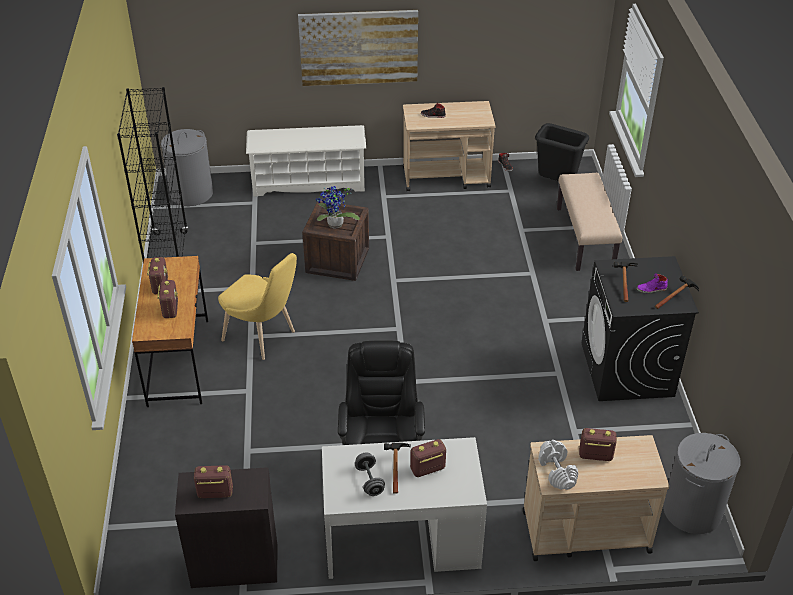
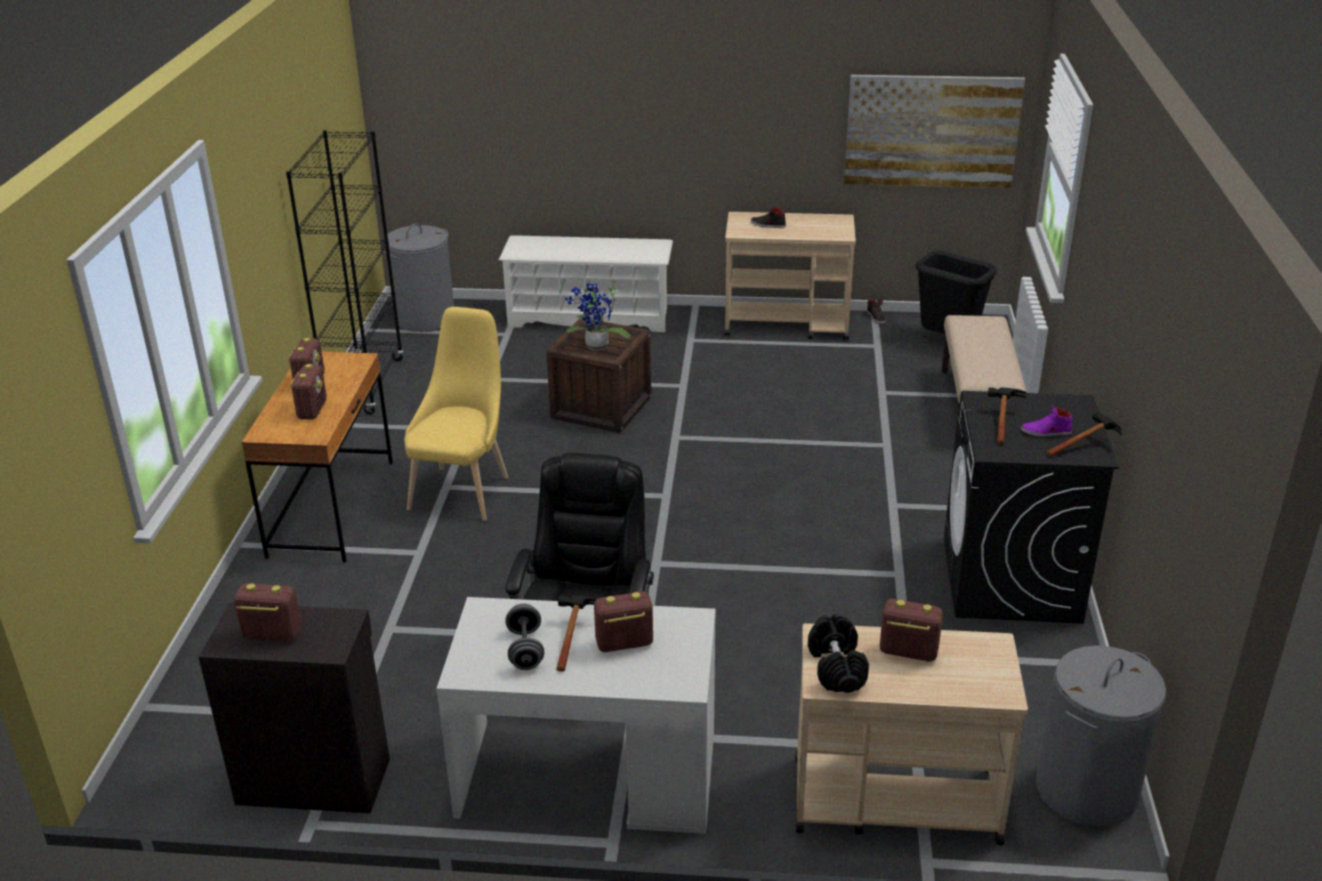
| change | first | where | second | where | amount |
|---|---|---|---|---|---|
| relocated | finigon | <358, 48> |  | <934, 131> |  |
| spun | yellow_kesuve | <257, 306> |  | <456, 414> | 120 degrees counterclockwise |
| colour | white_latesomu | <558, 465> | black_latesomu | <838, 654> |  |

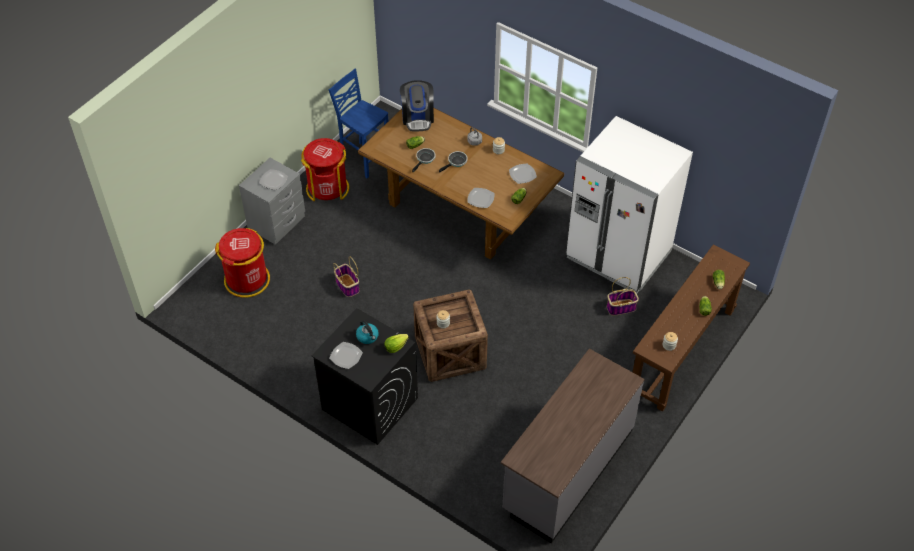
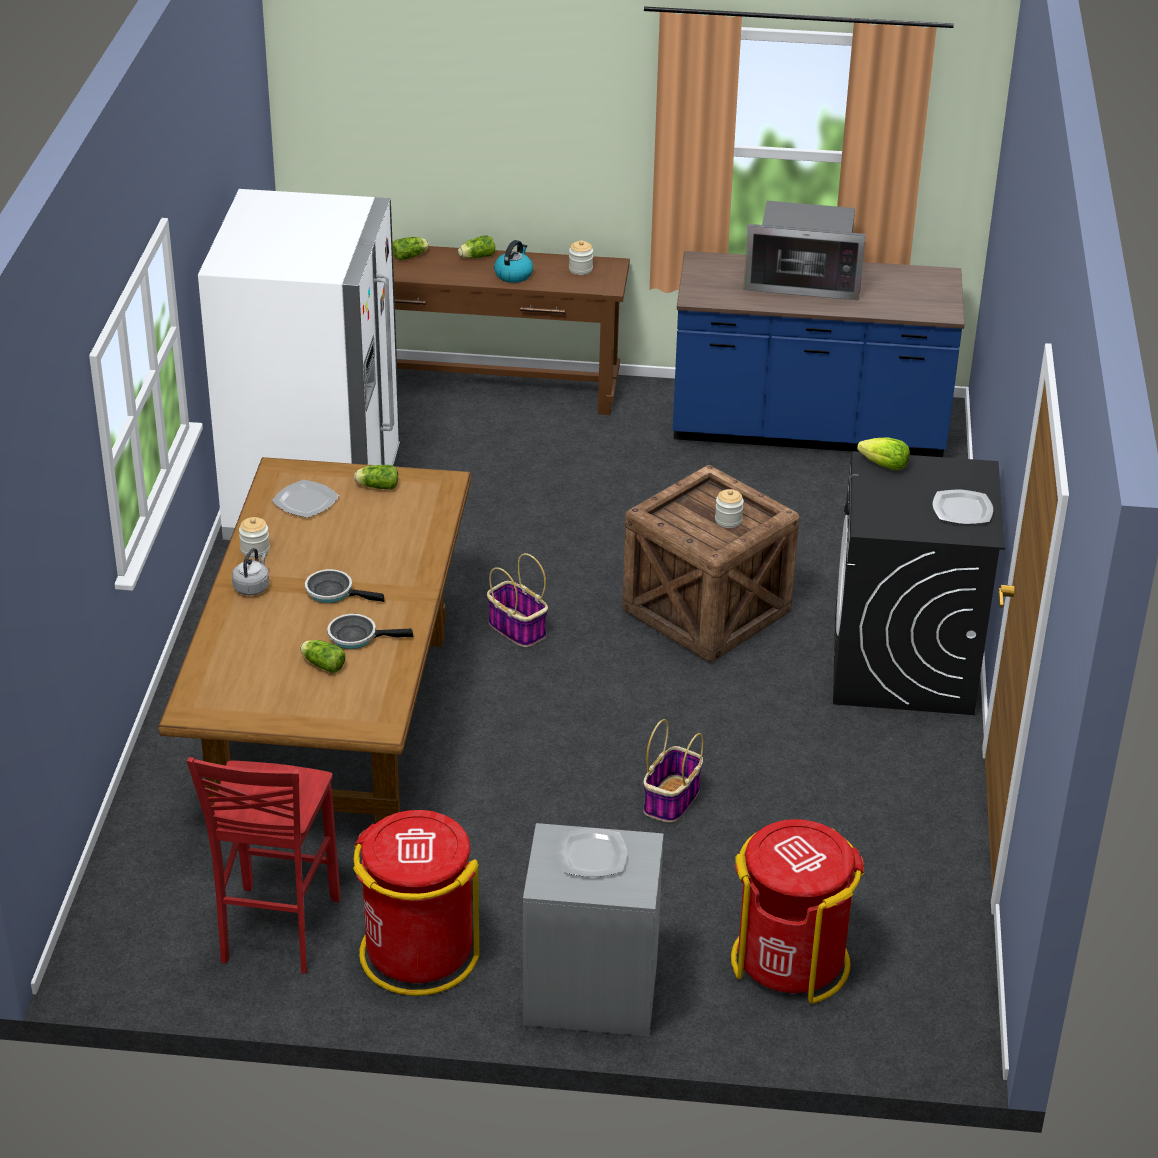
| change | first | where | second | where | amount |
|---|---|---|---|---|---|
| colour | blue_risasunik | <358, 124> | red_risasunik | <264, 865> |  |
| missing | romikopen | <417, 106> |  |  |  |
| missing | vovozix | <480, 198> |  |  |  |
| relocated | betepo | <623, 296> |  | <517, 600> |  |
| relocated | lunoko | <367, 332> |  | <513, 261> |  |
| colour | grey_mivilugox | <573, 446> | blue_mivilugox | <819, 354> |  |
| appeared |  |  | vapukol | <804, 251> |  |

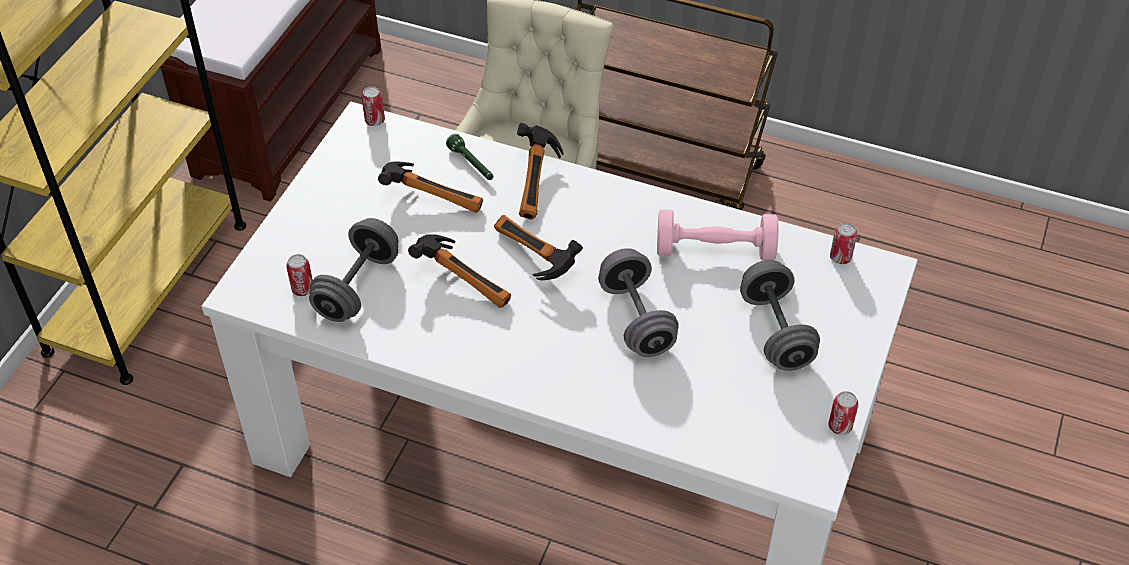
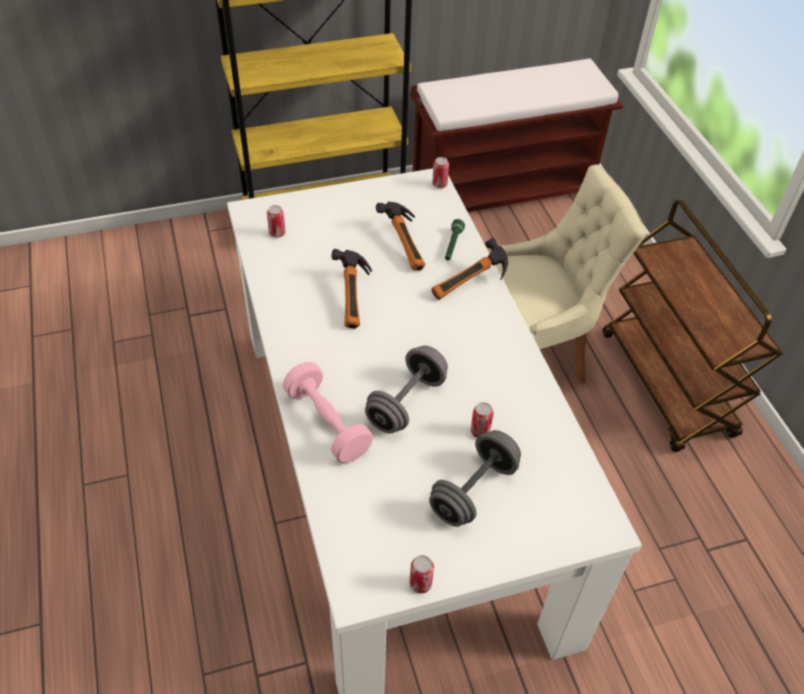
| change | first | where | second | where | amount |
|---|---|---|---|---|---|
| relocated | pink_latesomu | <718, 234> |  | <328, 412> |  |
| missing | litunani | <538, 247> |  |  |  |
| missing | grey_latesomu | <353, 270> |  |  |  |
| relocated | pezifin | <843, 243> |  | <482, 420> |  |

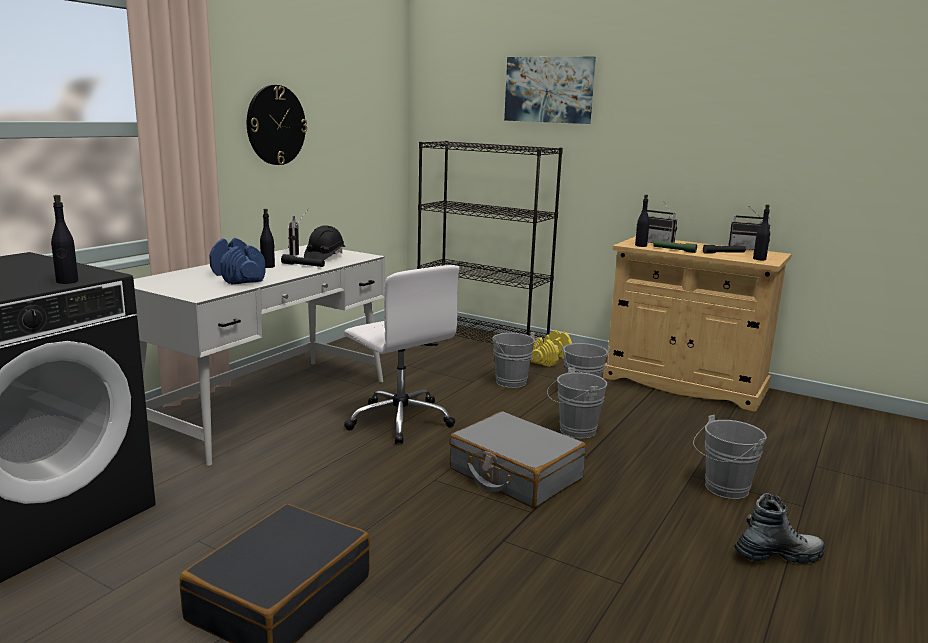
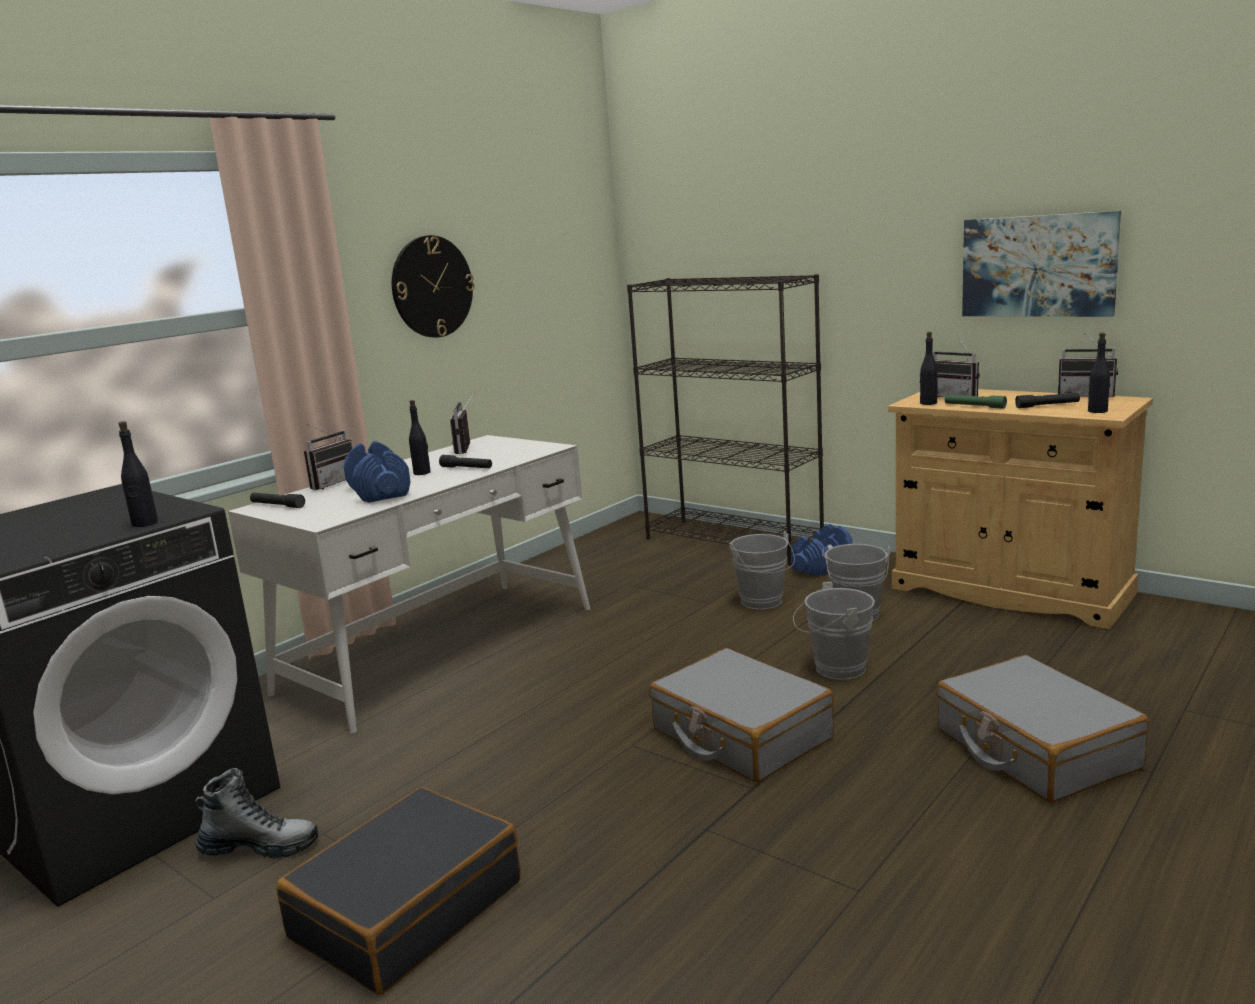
| change | first | where | second | where | amount |
|---|---|---|---|---|---|
| relocated | finigon | <550, 90> |  | <1041, 264> |  |
| missing | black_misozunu | <324, 242> |  |  |  |
| missing | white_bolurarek | <401, 354> |  |  |  |
| colour | yellow_latesomu | <551, 348> | blue_latesomu | <821, 550> |  |
| exchanged | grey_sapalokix | <730, 457> | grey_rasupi | <1042, 729> |  |
| relocated | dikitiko | <779, 528> |  | <256, 813> |  |
| appeared |  |  | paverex | <328, 456> |  |
| appeared |  |  | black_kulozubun | <277, 500> |  |

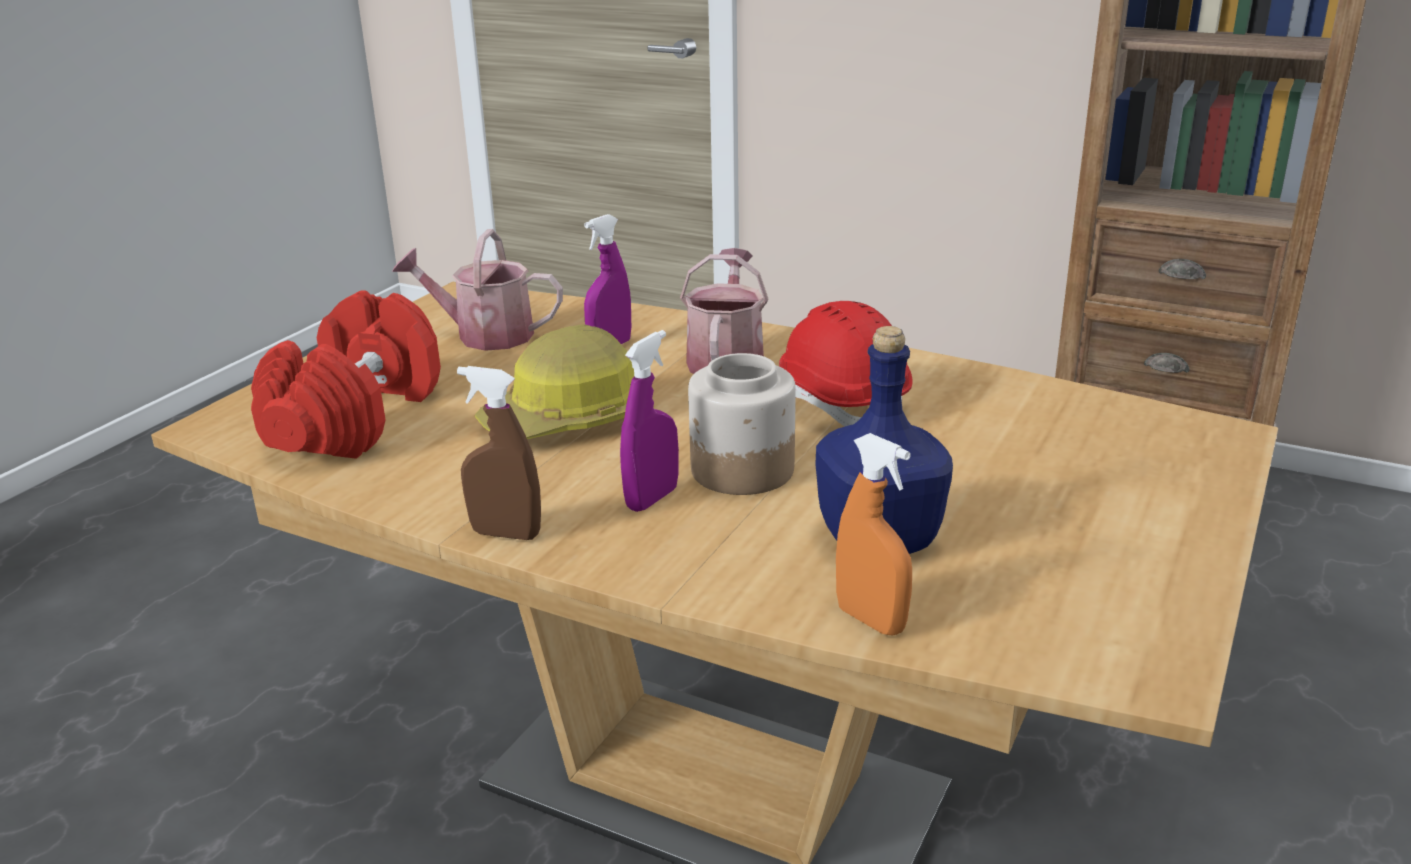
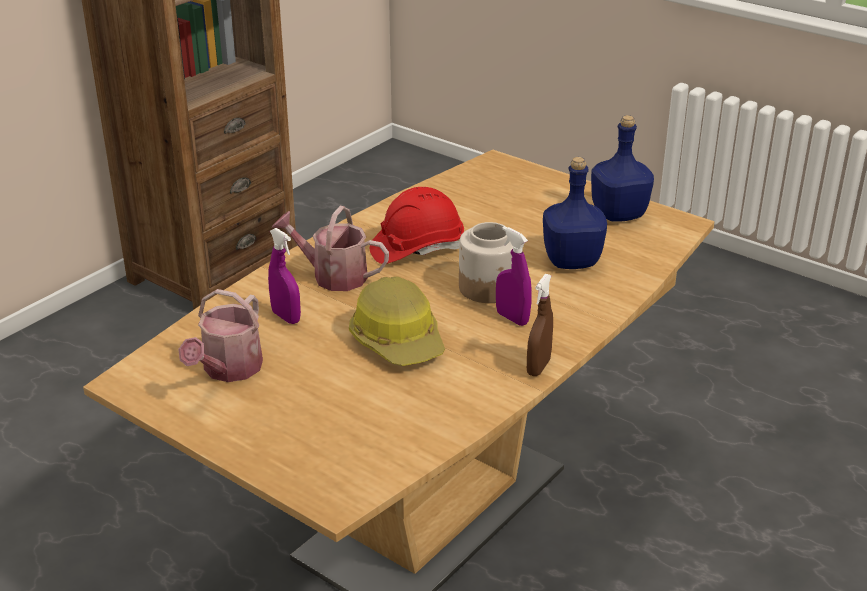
| change | first | where | second | where | amount |
|---|---|---|---|---|---|
| missing | red_latesomu | <346, 374> |  |  |  |
| missing | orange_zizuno | <874, 534> |  |  |  |
| appeared |  |  | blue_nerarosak | <622, 168> |  |

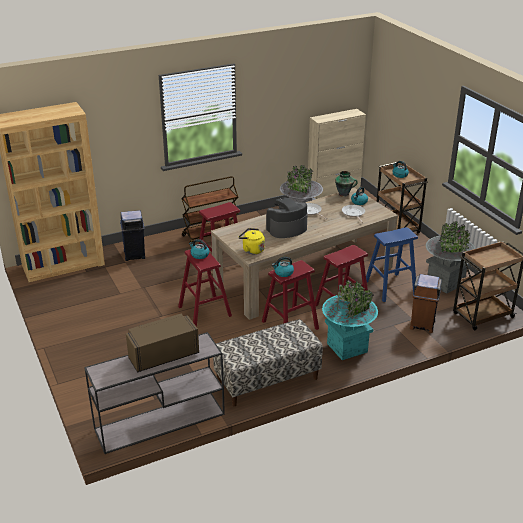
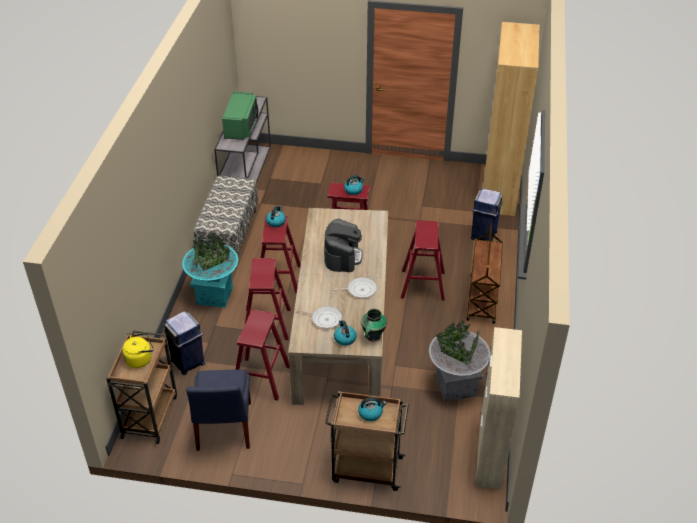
| change | first | where | second | where | amount |
|---|---|---|---|---|---|
| exchanged | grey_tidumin | <451, 258> | blue_kesuve | <218, 410> |  |
| colour | blue_risasunik | <392, 264> | red_risasunik | <262, 355> |  |
| relocated | yellow_lunoko | <252, 241> |  | <138, 350> |  |
| colour | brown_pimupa | <426, 303> | blue_pimupa | <184, 343> |  |
| colour | brown_vapukol | <162, 343> | green_vapukol | <240, 115> |  |

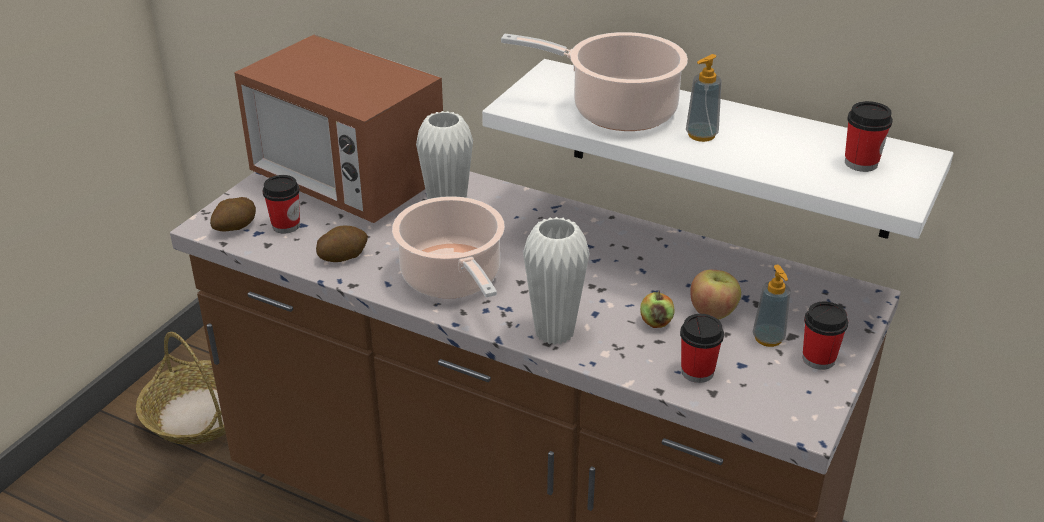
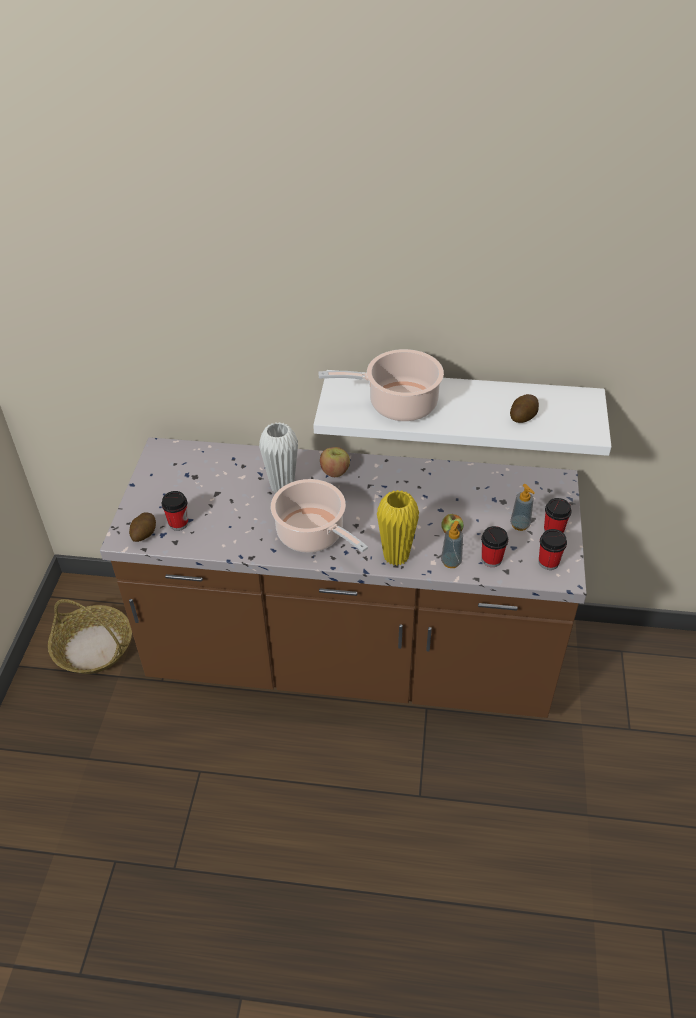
| change | first | where | second | where | amount |
|---|---|---|---|---|---|
| missing | vapukol | <338, 129> |  |  |  |
| relocated | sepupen | <704, 98> |  | <452, 544> |  |
| relocated | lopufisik | <869, 136> |  | <553, 549> |  |
| colour | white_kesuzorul | <556, 281> | yellow_kesuzorul | <398, 528> |  |
| relocated | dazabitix | <342, 244> |  | <524, 408> |  |
| relocated | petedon | <715, 294> |  | <335, 462> |  |

